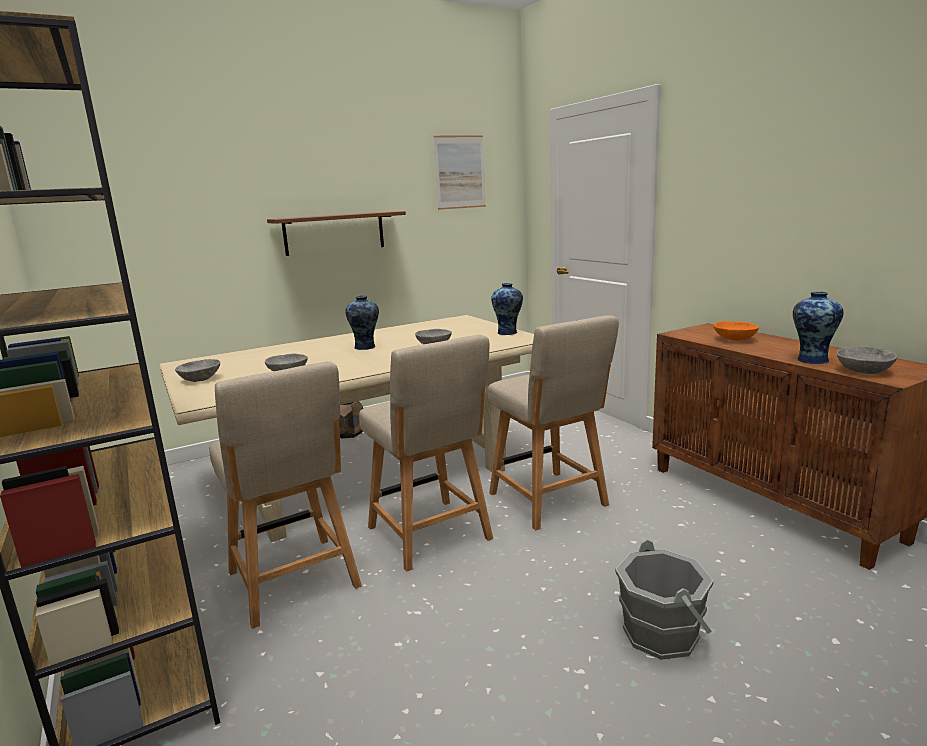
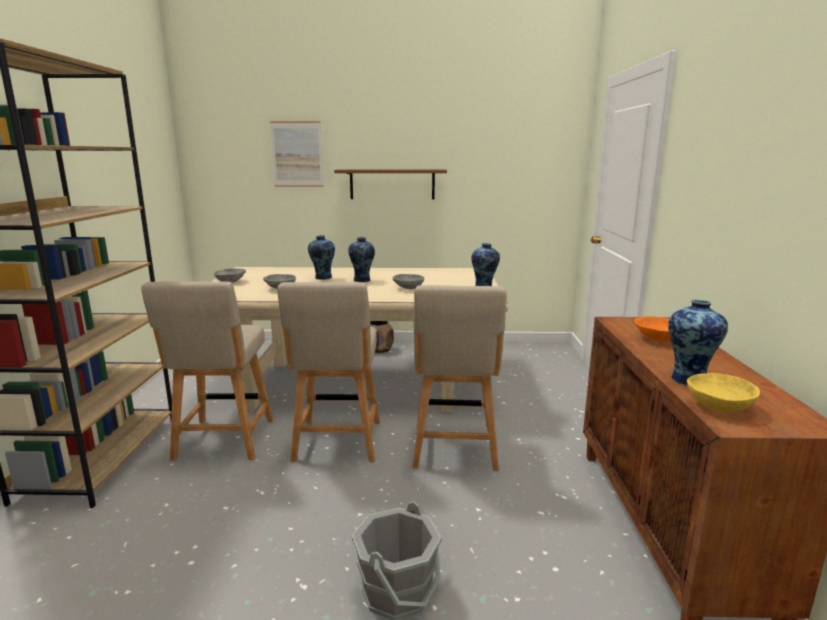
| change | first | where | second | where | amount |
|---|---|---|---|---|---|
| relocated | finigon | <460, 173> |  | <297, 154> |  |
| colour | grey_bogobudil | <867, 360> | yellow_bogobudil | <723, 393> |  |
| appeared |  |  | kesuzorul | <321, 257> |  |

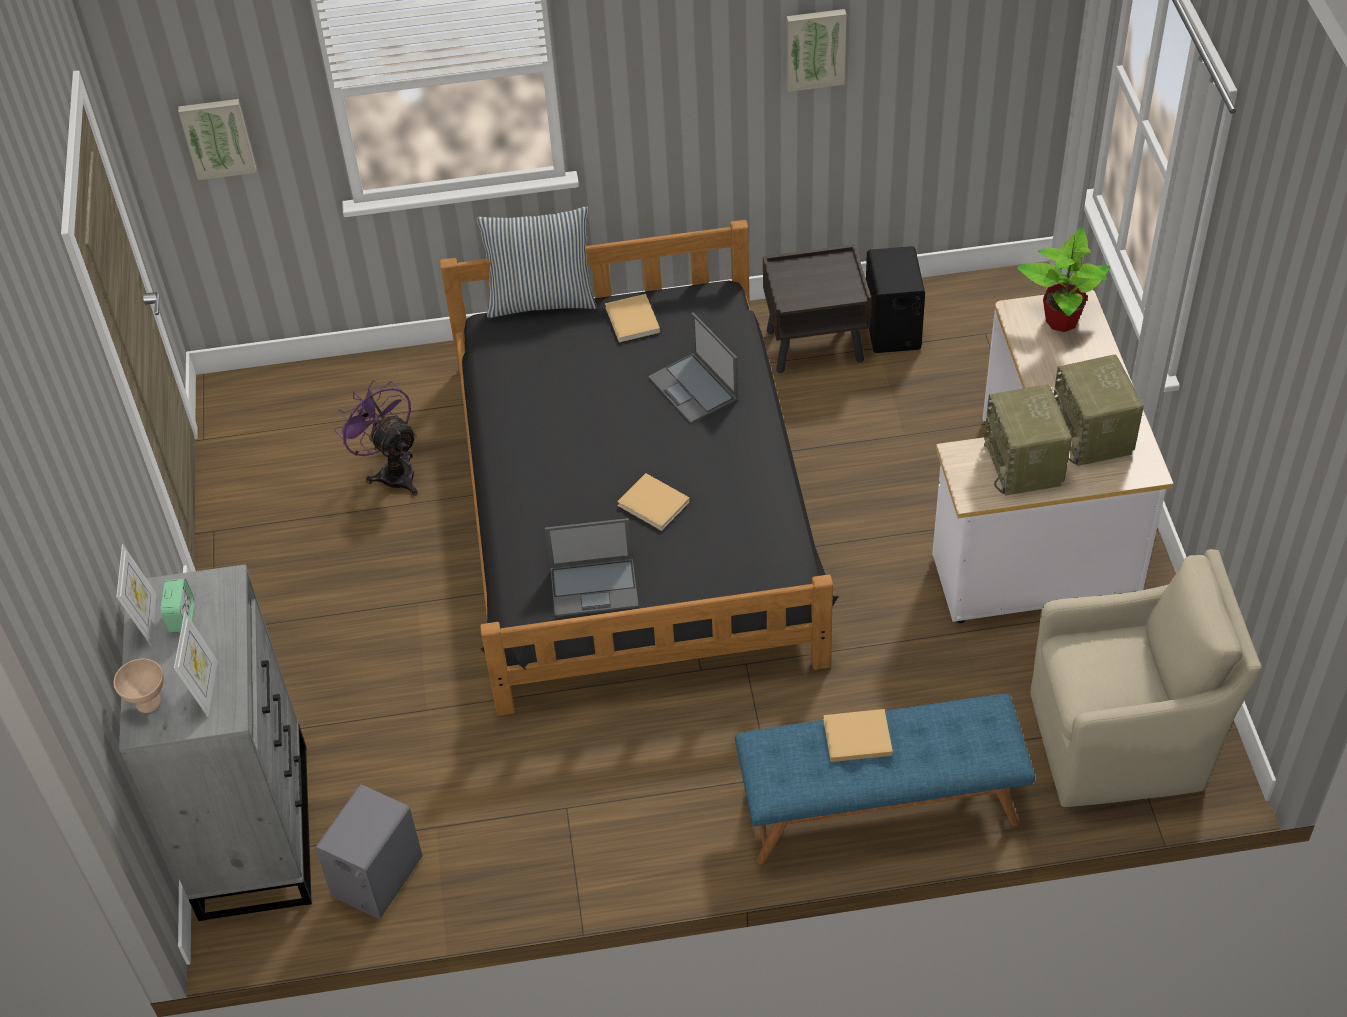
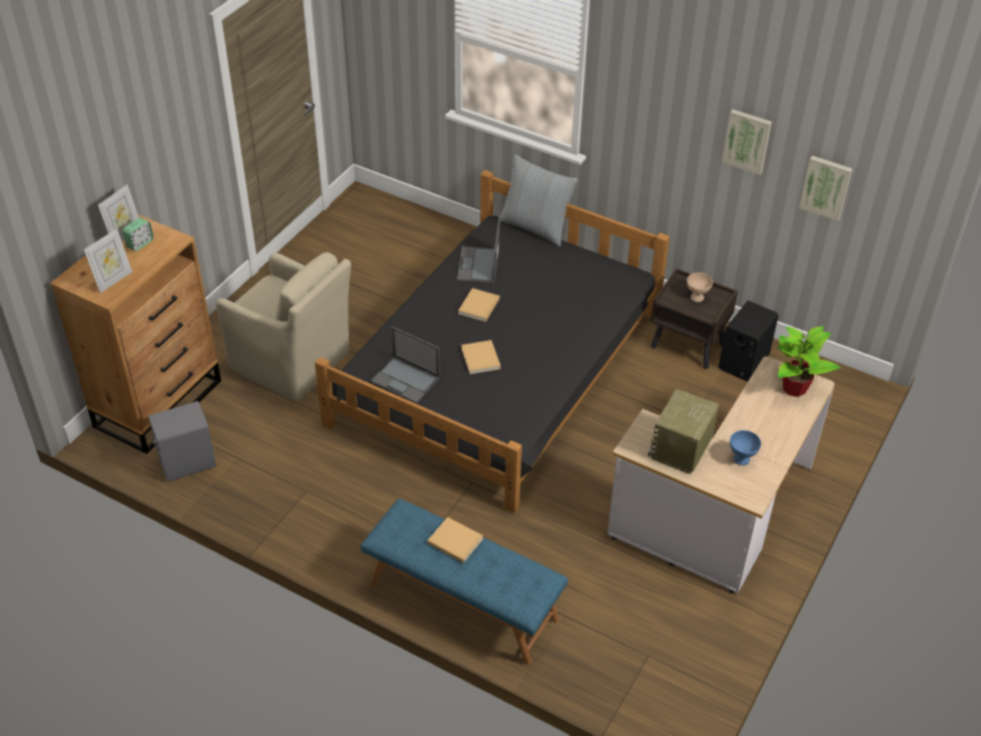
| change | first | where | second | where | amount |
|---|---|---|---|---|---|
| relocated | finigon | <217, 139> |  | <826, 188> |  |
| relocated | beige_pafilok | <632, 318> |  | <479, 305> |  |
| relocated | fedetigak | <693, 368> |  | <478, 251> |  |
| exchanged | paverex | <1099, 410> | blue_bogobudil | <745, 447> |  |
| missing | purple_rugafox | <376, 437> |  |  |  |
| relocated | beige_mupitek | <1146, 678> |  | <283, 327> |  |
| colour | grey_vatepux | <215, 742> | brown_vatepux | <135, 334> |  |
| relocated | beige_bogobudil | <139, 686> |  | <700, 287> |  |

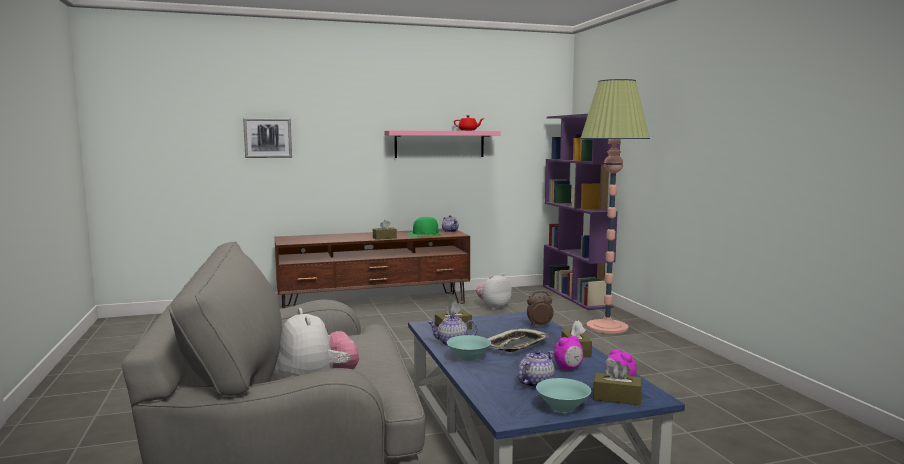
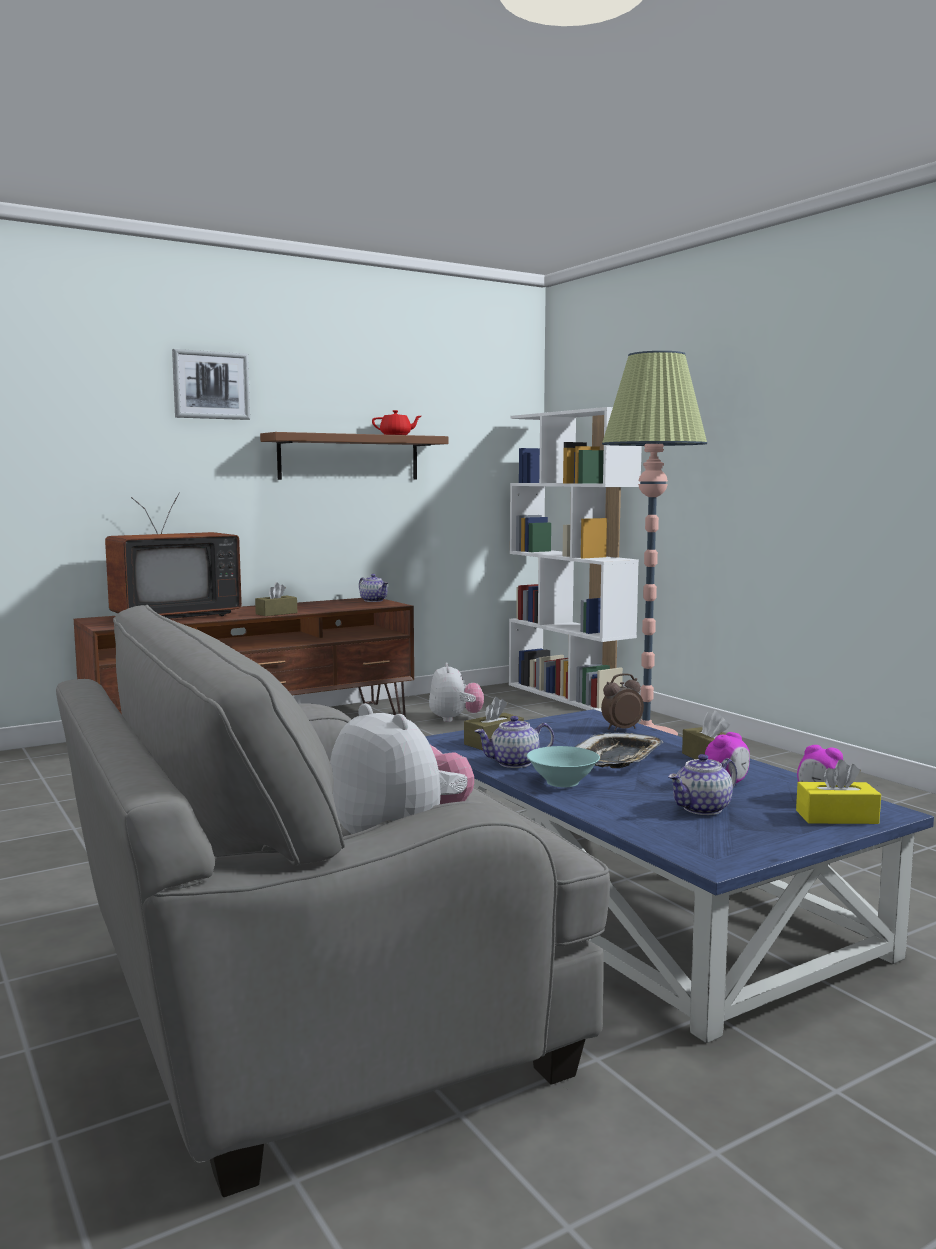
| change | first | where | second | where | amount |
|---|---|---|---|---|---|
| colour | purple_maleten | <581, 212> | white_maleten | <575, 559> |  |
| relocated | finigon | <267, 138> |  | <211, 384> |  |
| colour | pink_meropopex | <442, 144> | brown_meropopex | <354, 456> |  |
| missing | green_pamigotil | <425, 227> |  |  |  |
| spun | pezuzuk | <494, 291> |  | <456, 692> | 135 degrees clockwise |
| spun | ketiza | <536, 369> |  | <702, 784> | 150 degrees counterclockwise |
| colour | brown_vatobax | <617, 383> | yellow_vatobax | <838, 791> |  |
| missing | turquoise_bogobudil | <563, 395> |  |  |  |
| appeared |  |  | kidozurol | <173, 555> |  |

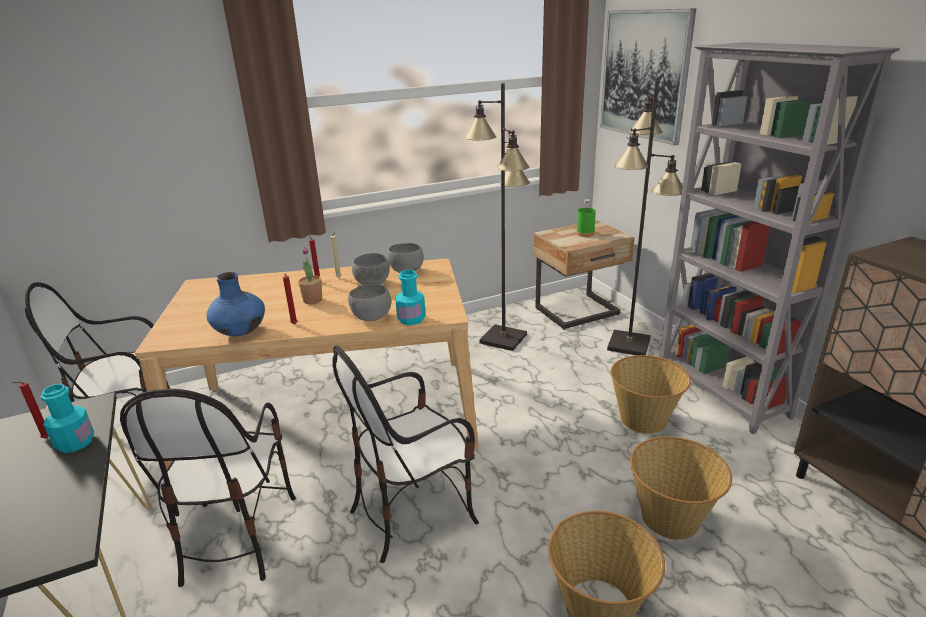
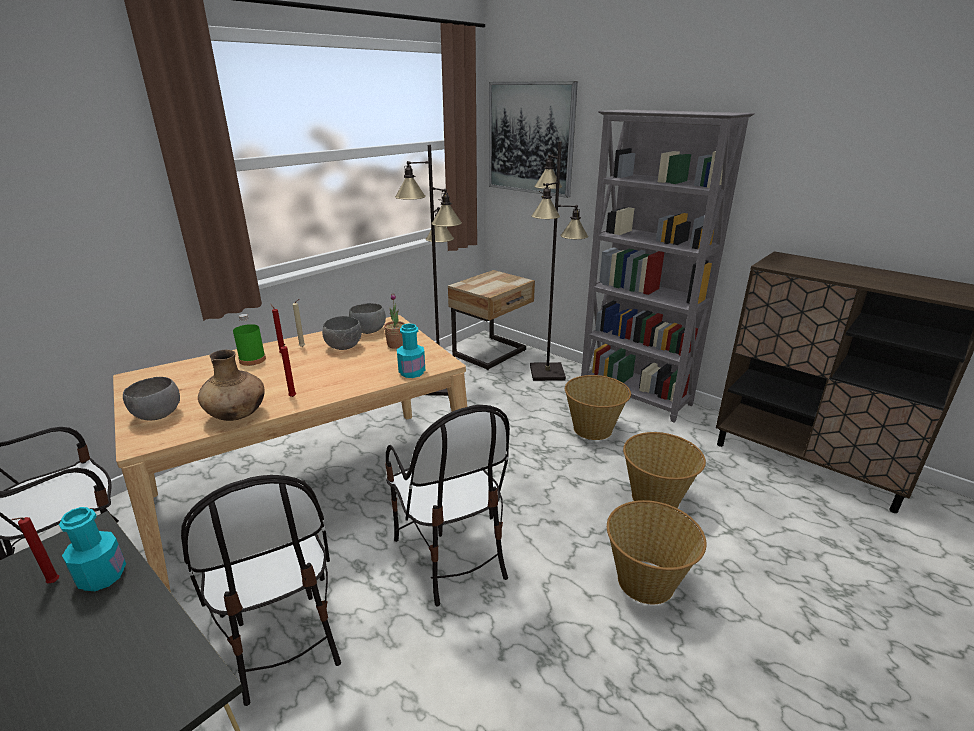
| change | first | where | second | where | amount |
|---|---|---|---|---|---|
| relocated | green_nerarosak | <586, 218> |  | <249, 340> |  |
| relocated | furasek | <310, 276> |  | <394, 321> |  |
| colour | blue_kesuzorul | <235, 304> | brown_kesuzorul | <231, 385> |  |
| relocated | grey_bogobudil | <369, 302> |  | <151, 398> |  |
| spun | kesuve | <406, 454> |  | <447, 506> | 60 degrees counterclockwise |

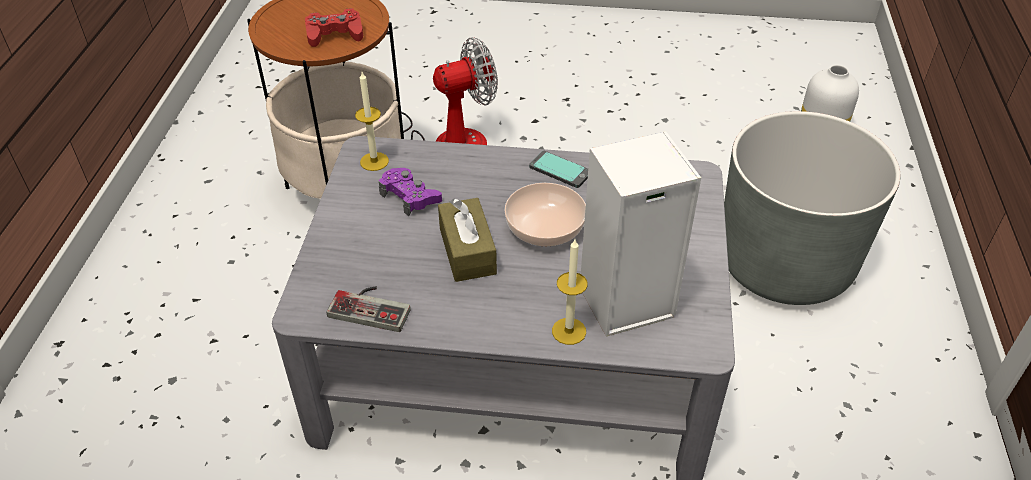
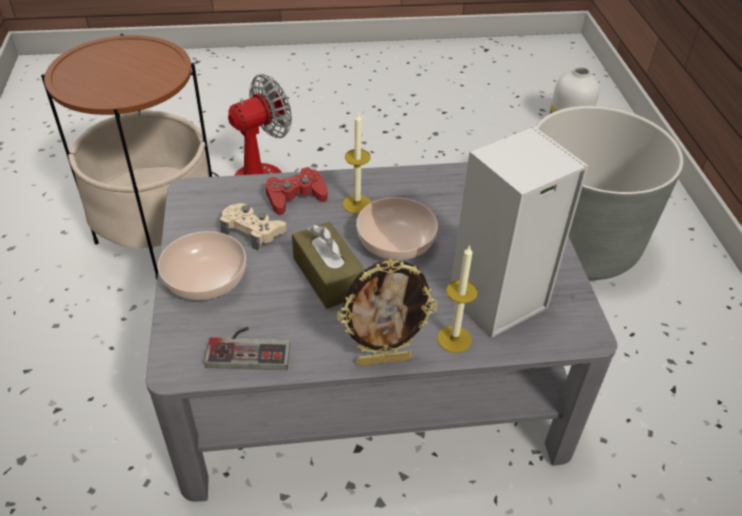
| change | first | where | second | where | amount |
|---|---|---|---|---|---|
| relocated | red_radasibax | <334, 27> |  | <297, 191> |  |
| relocated | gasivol | <372, 121> |  | <357, 163> |  |
| missing | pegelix | <558, 169> |  |  |  |
| colour | purple_radasibax | <410, 192> | beige_radasibax | <253, 226> |  |
| appeared |  |  | bogobudil | <202, 265> |  |
| appeared |  |  | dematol | <387, 312> |  |

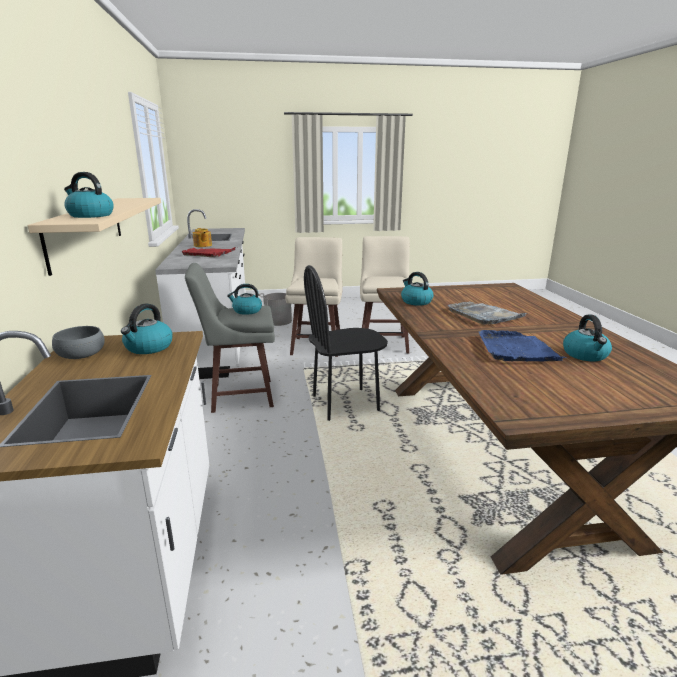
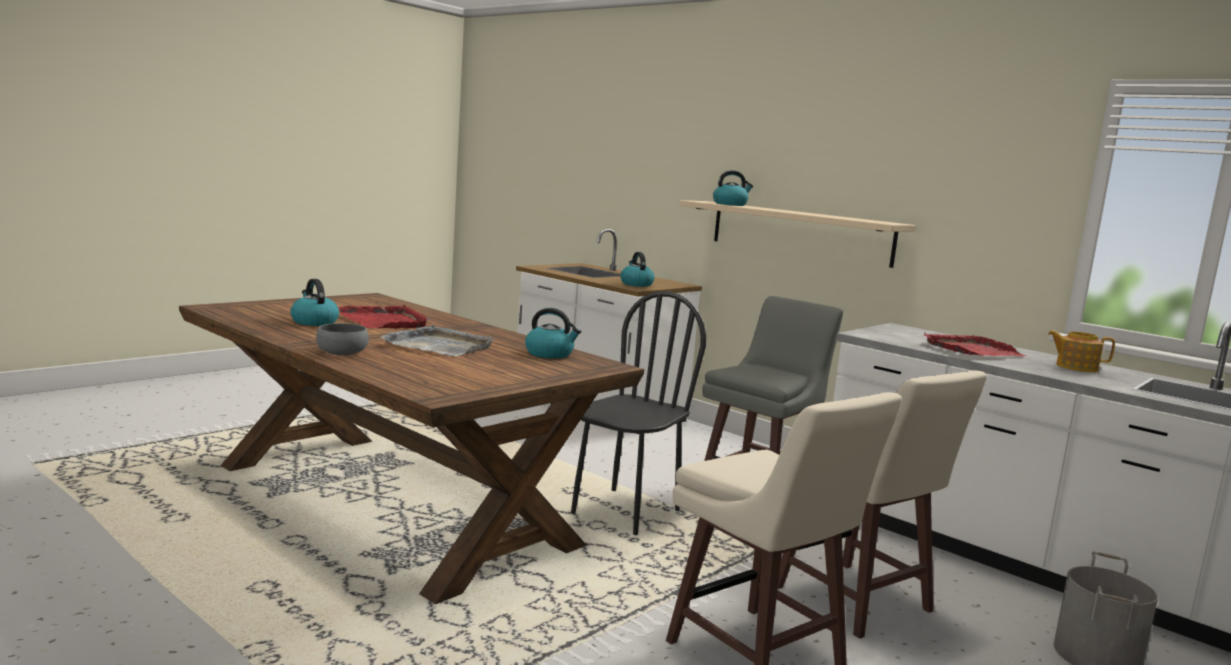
| change | first | where | second | where | amount |
|---|---|---|---|---|---|
| missing | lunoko | <244, 299> |  |  |  |
| relocated | grey_bogobudil | <78, 342> |  | <342, 339> |  |
| colour | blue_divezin | <522, 346> | red_divezin | <384, 317> |  |

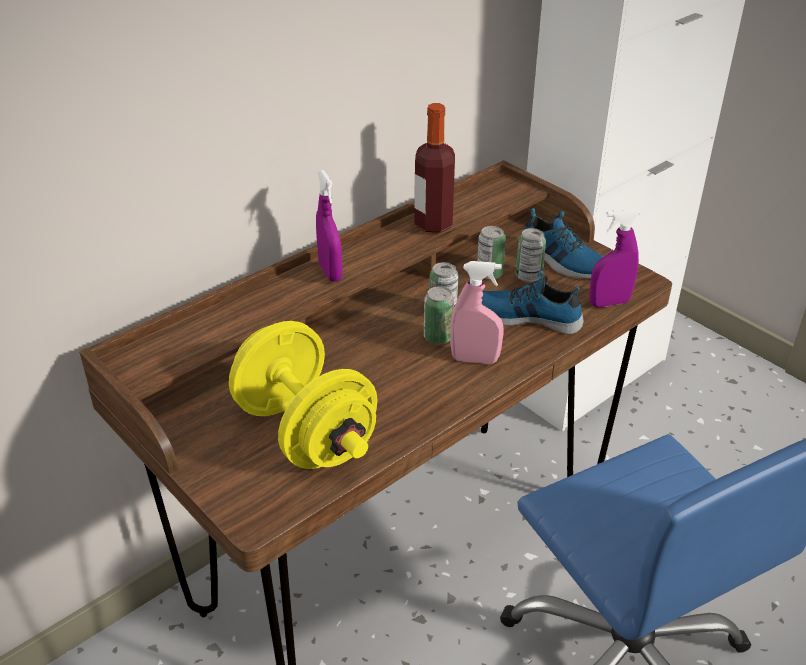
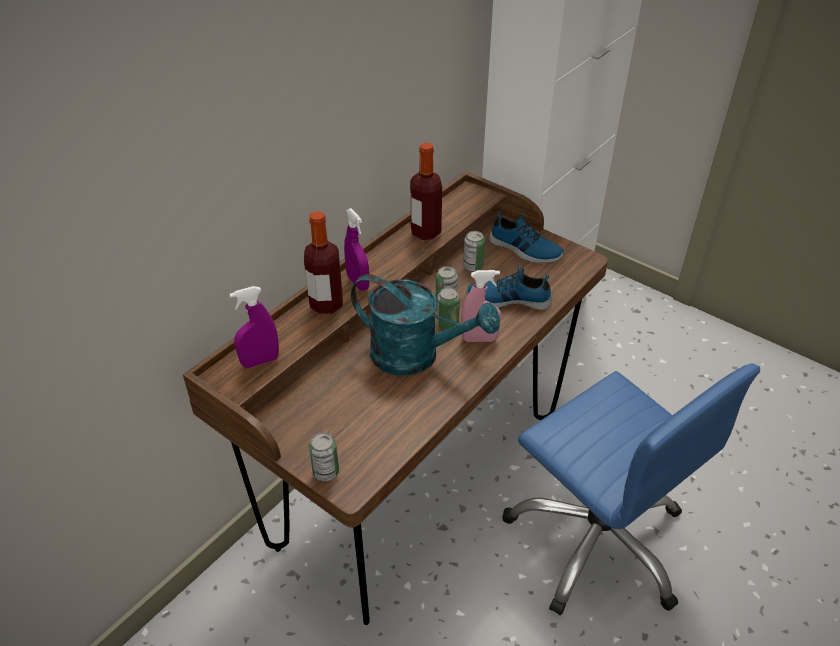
| change | first | where | second | where | amount |
|---|---|---|---|---|---|
| relocated | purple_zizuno | <614, 257> |  | <254, 327> |  |
| relocated | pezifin | <531, 255> |  | <324, 456> |  |
| missing | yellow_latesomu | <303, 395> |  |  |  |
| appeared |  |  | nerarosak | <323, 262> |  |
| appeared |  |  | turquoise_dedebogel | <425, 325> |  |

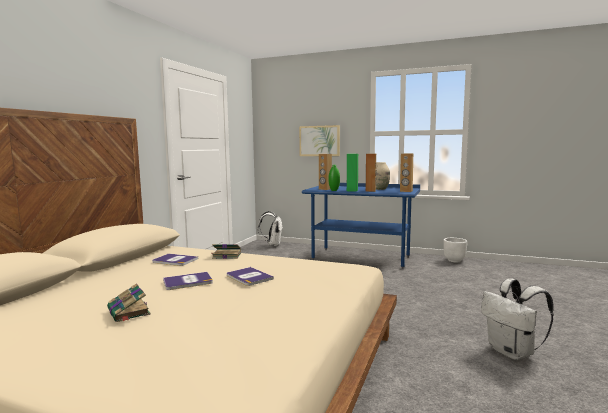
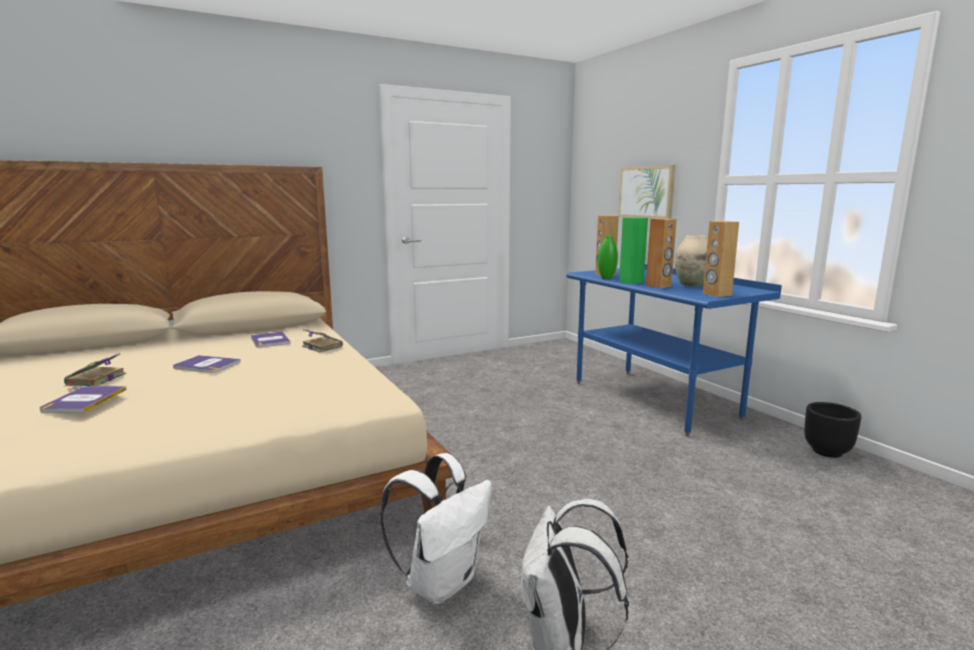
| change | first | where | second | where | amount |
|---|---|---|---|---|---|
| relocated | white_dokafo | <270, 228> |  | <436, 528> |  |
| colour | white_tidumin | <455, 250> | black_tidumin | <833, 430> |  |
| relocated | pafilok | <250, 276> |  | <83, 399> |  |

